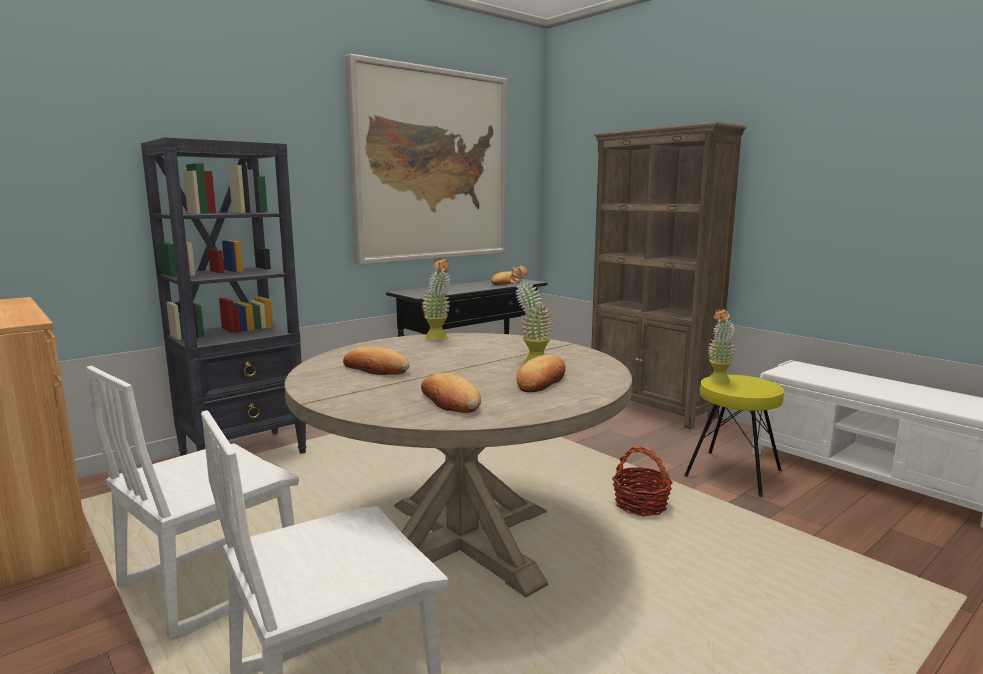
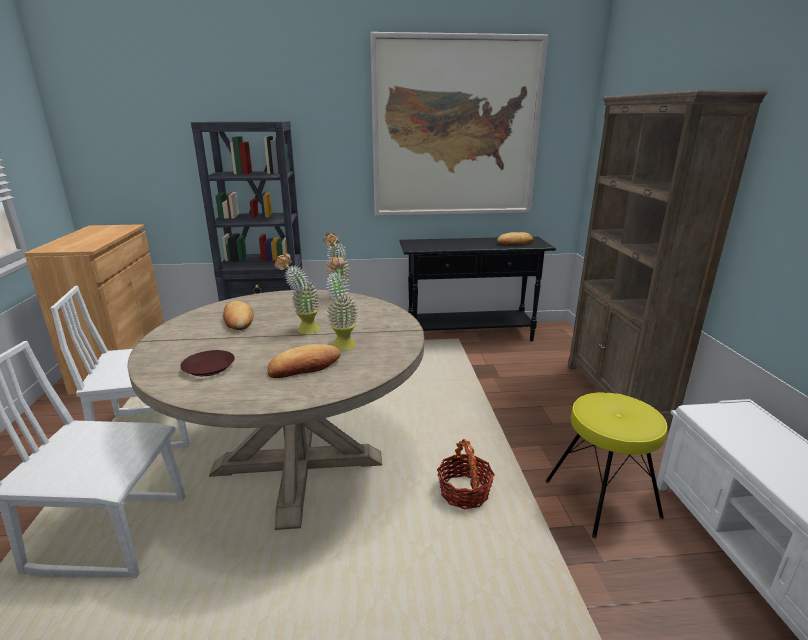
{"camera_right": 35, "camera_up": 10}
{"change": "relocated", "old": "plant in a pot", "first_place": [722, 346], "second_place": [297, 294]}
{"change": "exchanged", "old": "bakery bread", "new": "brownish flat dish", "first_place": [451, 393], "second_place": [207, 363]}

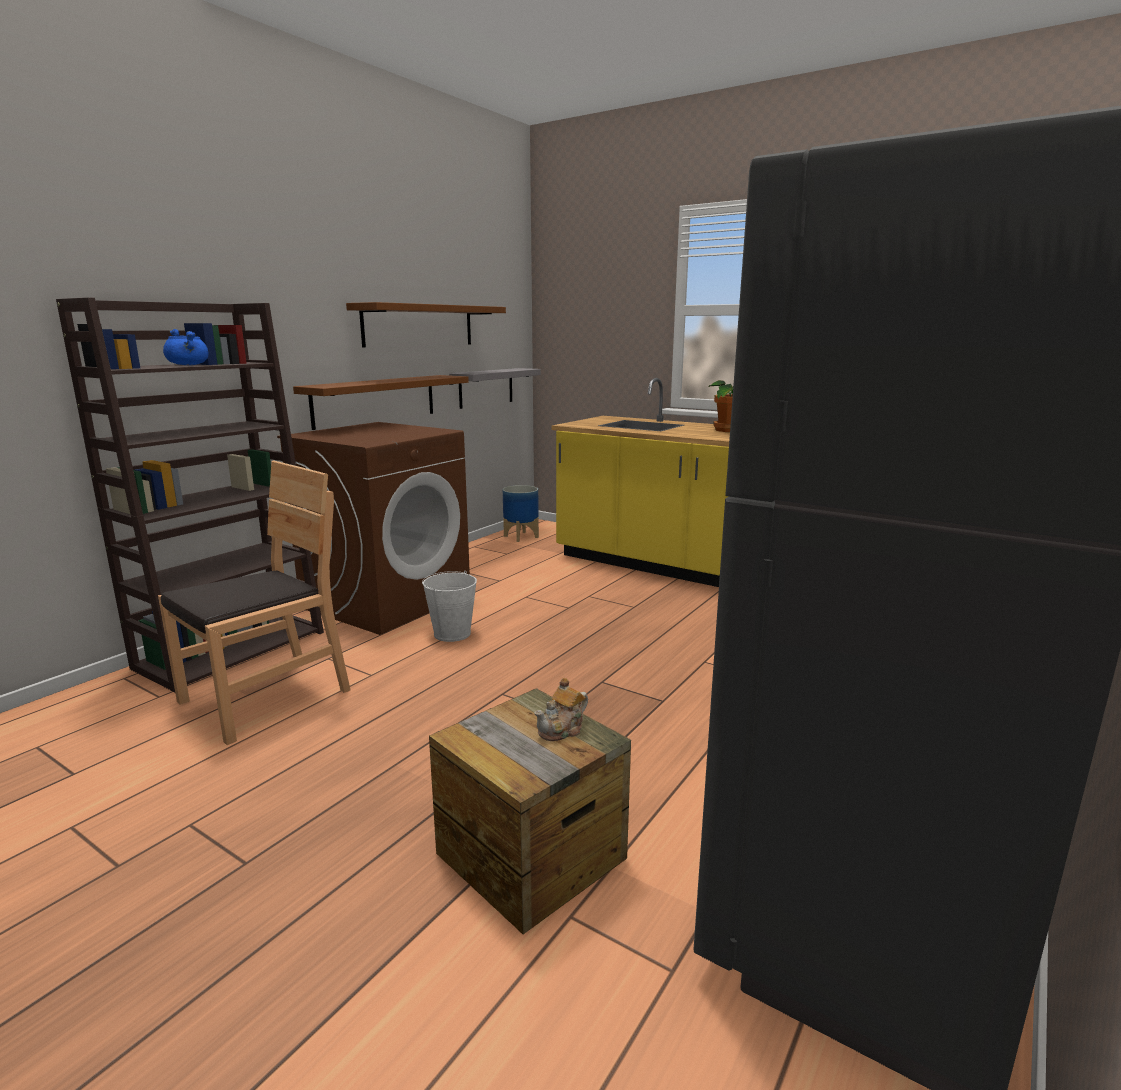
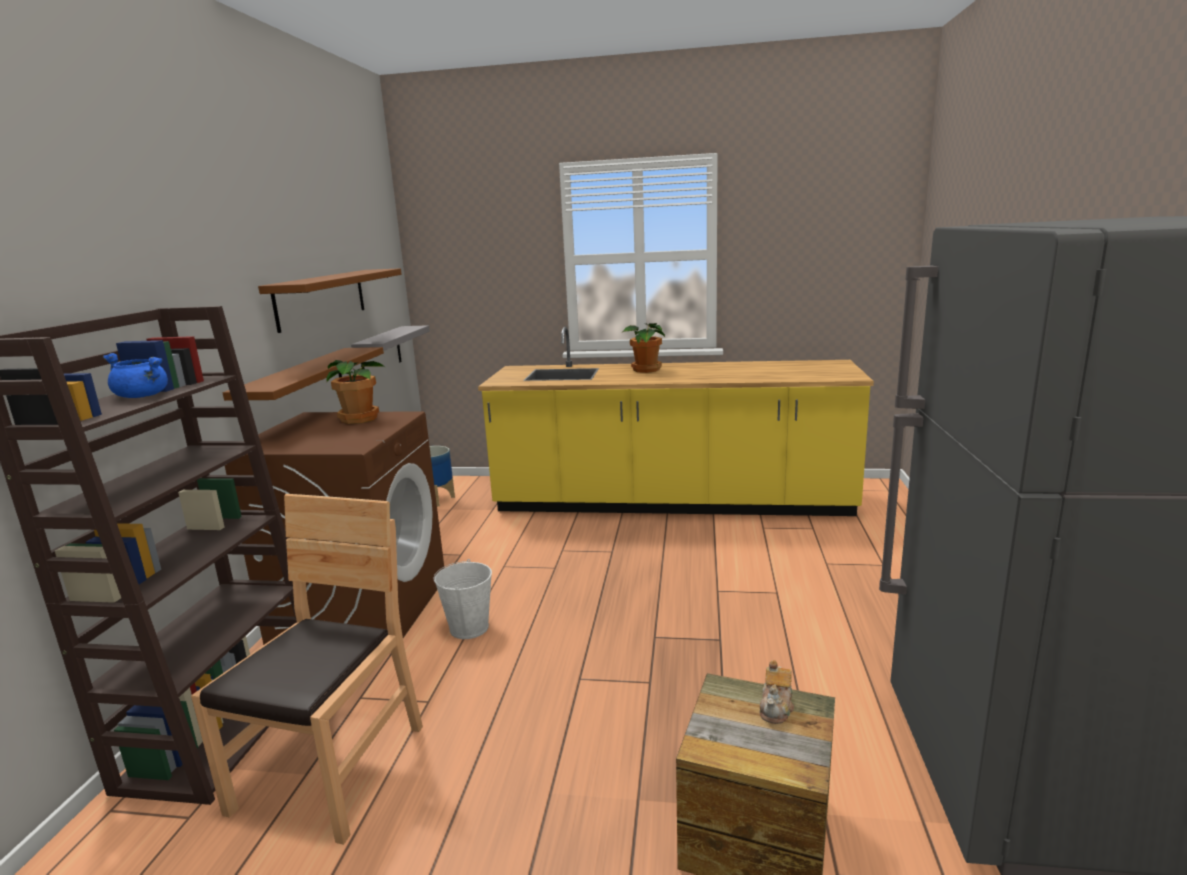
{"camera_right": -25, "camera_up": 0}
{"change": "appeared", "new": "plant in a pot", "second_place": [356, 392]}

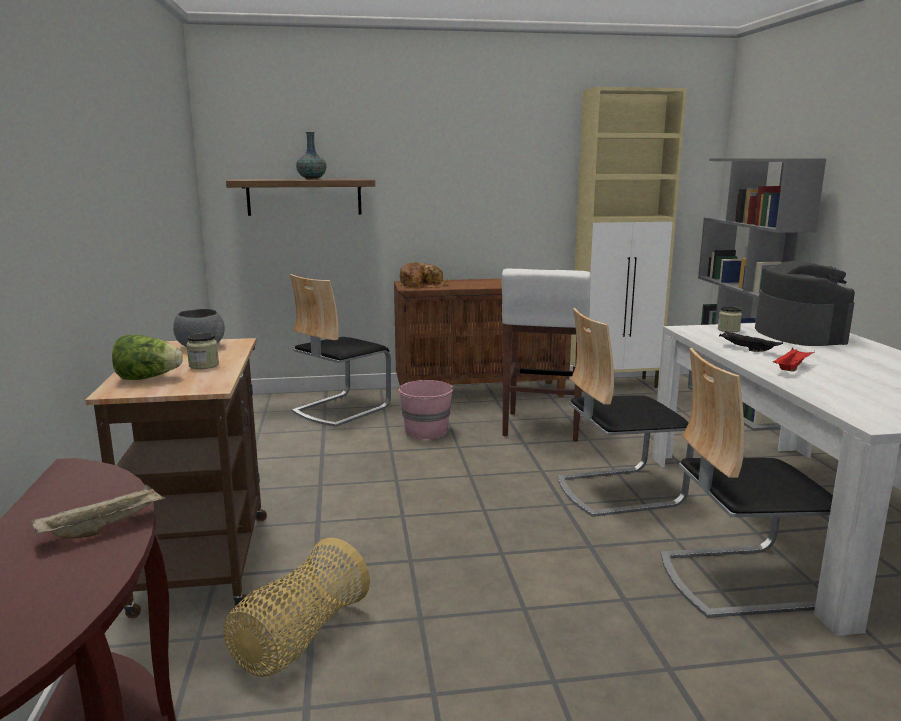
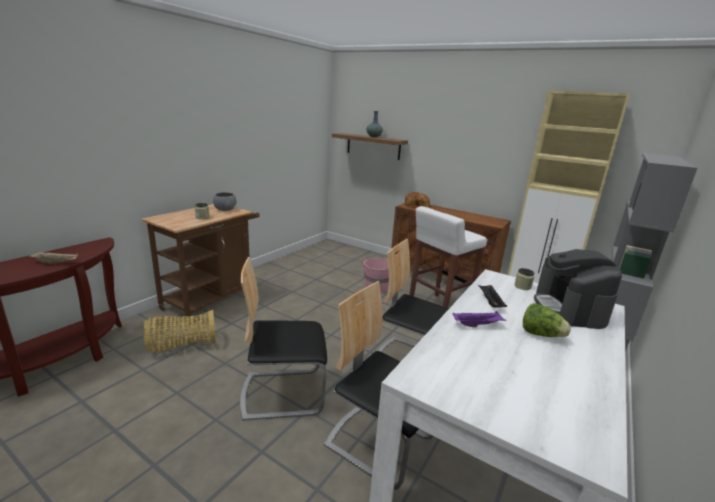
{"camera_right": 40, "camera_up": 5}
{"change": "relocated", "old": "head of lettuce", "first_place": [147, 357], "second_place": [547, 320]}
{"change": "relocated", "old": "chair", "first_place": [340, 350], "second_place": [283, 339]}
{"change": "colour", "old": "red-coloured serving tray", "new": "purplish serving tray", "first_place": [794, 359], "second_place": [480, 319]}
{"change": "spun", "old": "coffee machine", "first_place": [805, 303], "second_place": [578, 289], "degrees": 150}

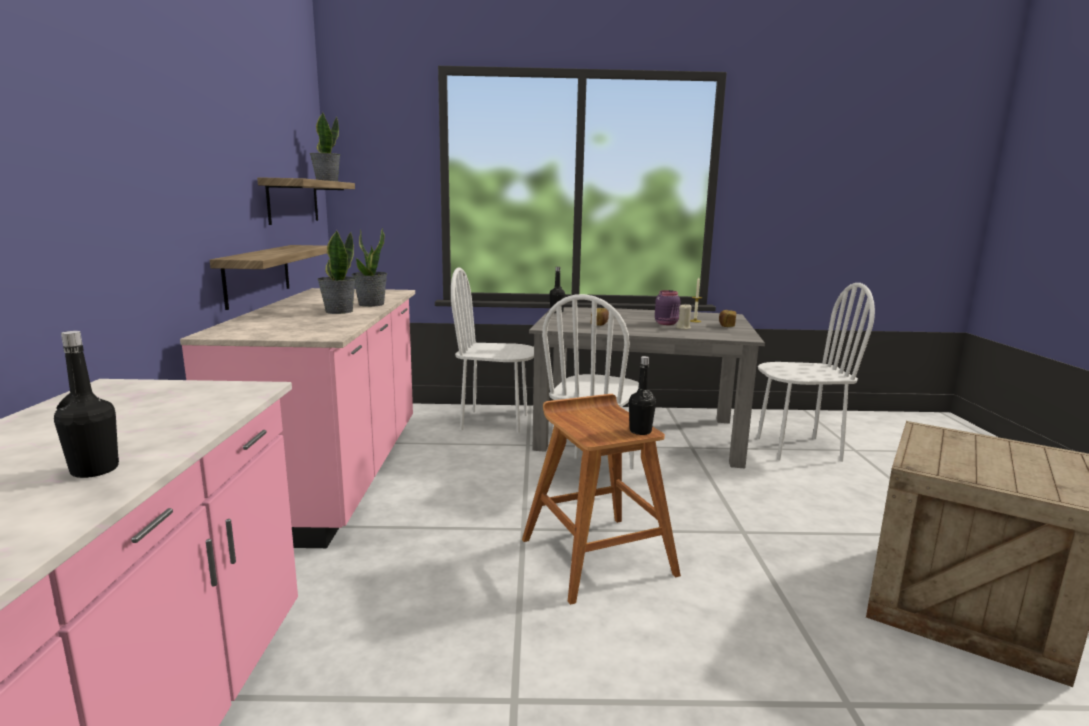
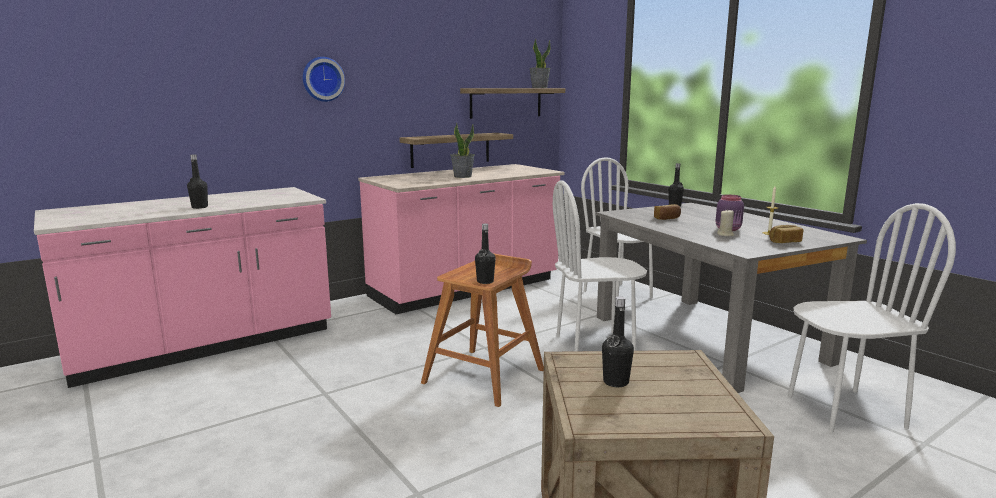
{"camera_right": 55, "camera_up": 0}
{"change": "missing", "old": "plant in a pot", "first_place": [369, 267]}
{"change": "appeared", "new": "clock on the wall", "second_place": [324, 79]}
{"change": "appeared", "new": "blackish drink bottle", "second_place": [618, 341]}
{"change": "spun", "old": "white-coloured chair", "first_place": [816, 372], "second_place": [872, 318], "degrees": -60}

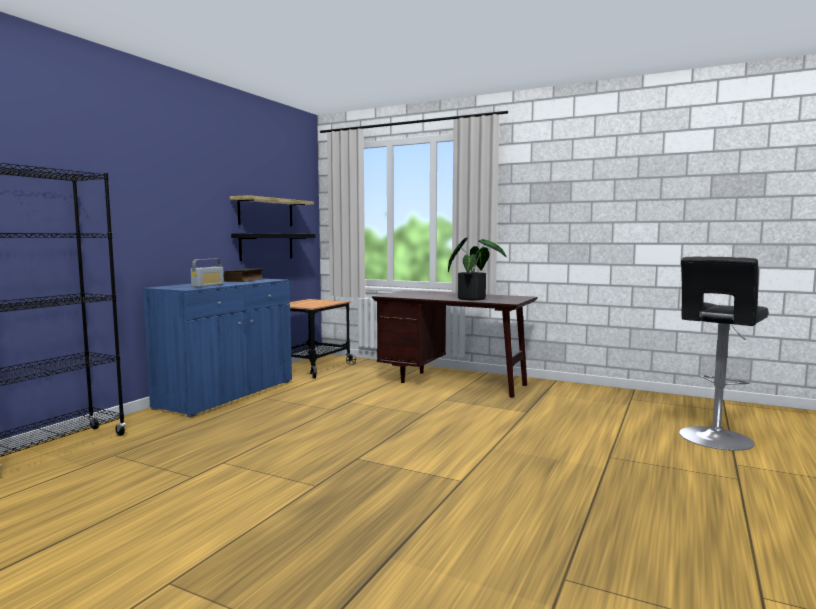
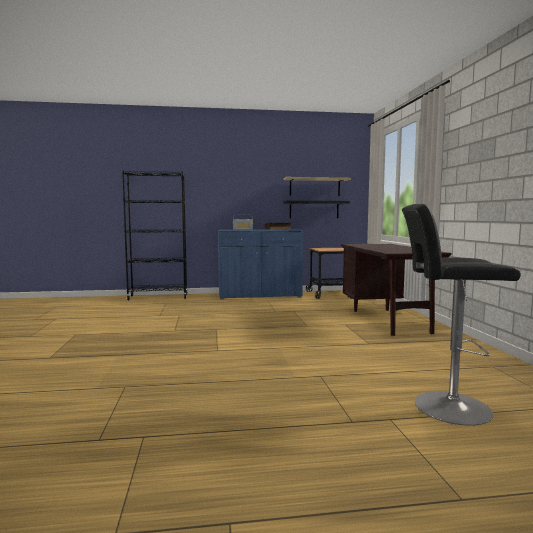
{"camera_right": 55, "camera_up": 0}
{"change": "missing", "old": "plant in a pot", "first_place": [477, 269]}

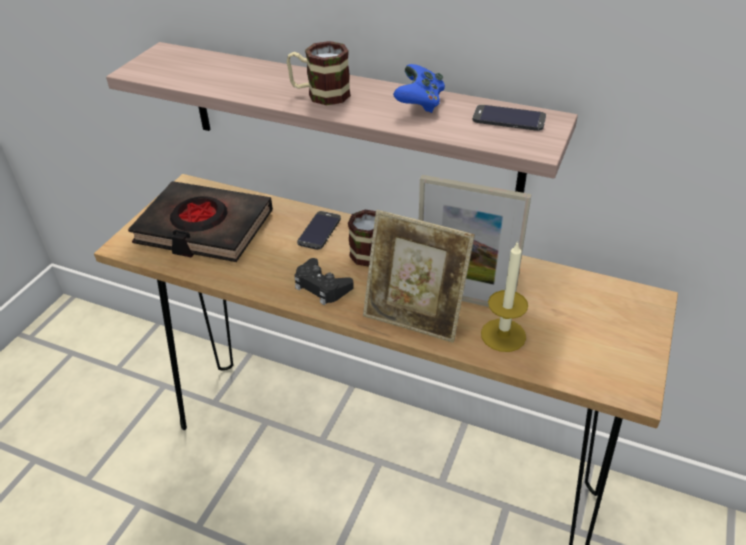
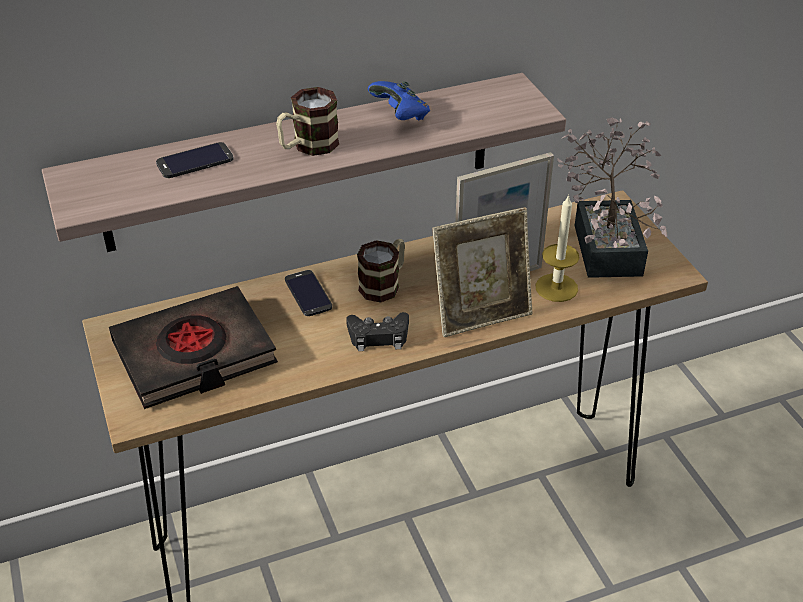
{"camera_right": -45, "camera_up": 0}
{"change": "appeared", "new": "plant in a pot", "second_place": [612, 198]}
{"change": "relocated", "old": "handset", "first_place": [509, 118], "second_place": [195, 160]}

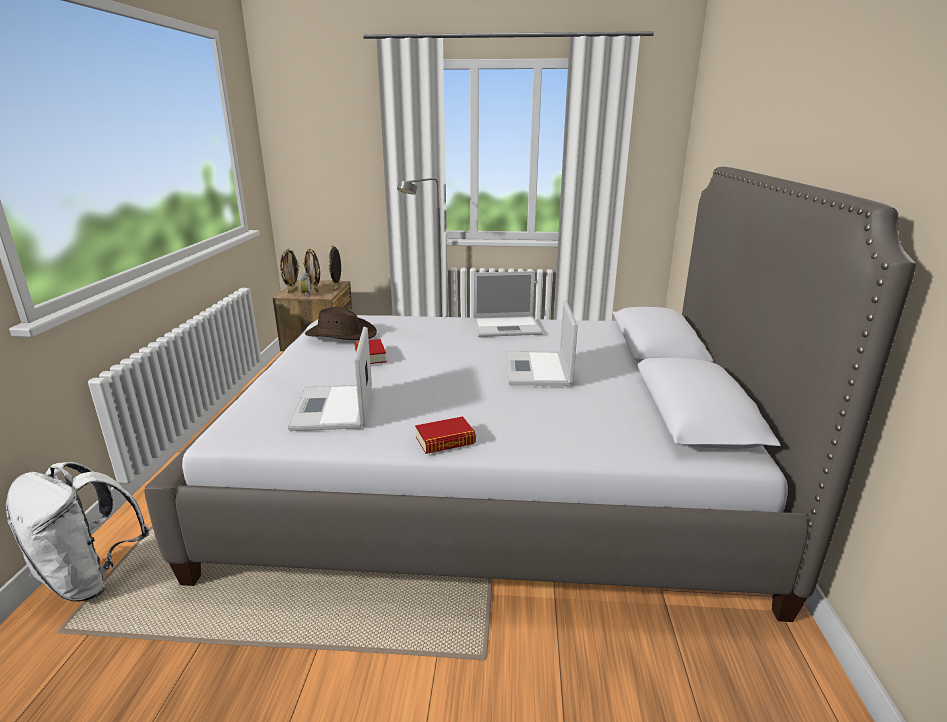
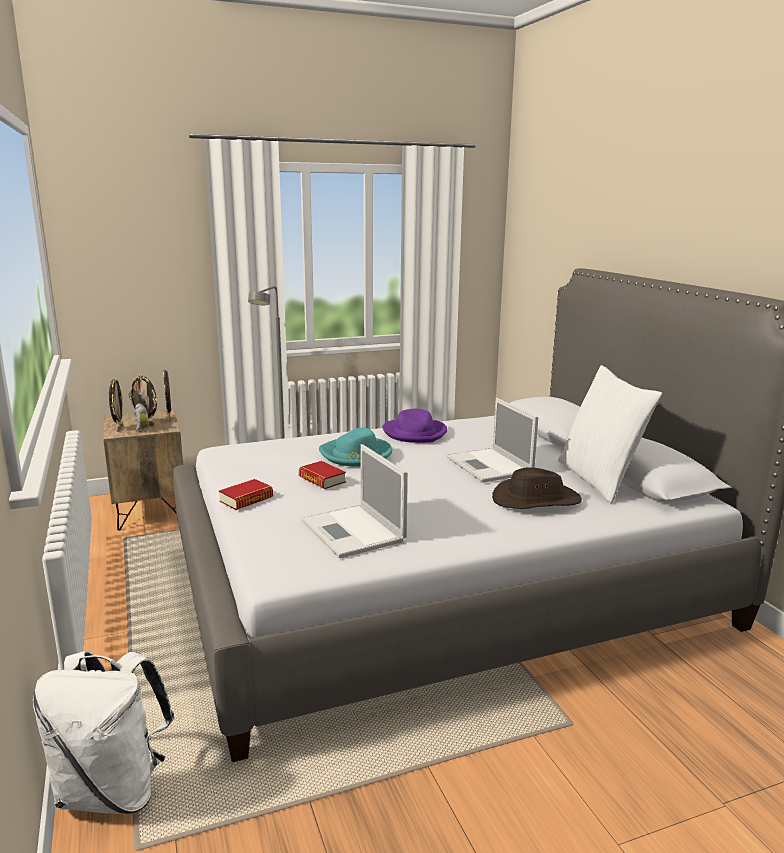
{"camera_right": -25, "camera_up": -5}
{"change": "appeared", "new": "turquoise-coloured wearable hat", "second_place": [355, 447]}
{"change": "appeared", "new": "white-coloured throw pillow", "second_place": [610, 434]}
{"change": "relocated", "old": "brownish wearable hat", "first_place": [341, 323], "second_place": [537, 488]}
{"change": "relocated", "old": "bound book", "first_place": [445, 435], "second_place": [246, 494]}
{"change": "exchanged", "old": "portable computer", "new": "purplish wearable hat", "first_place": [508, 304], "second_place": [414, 426]}

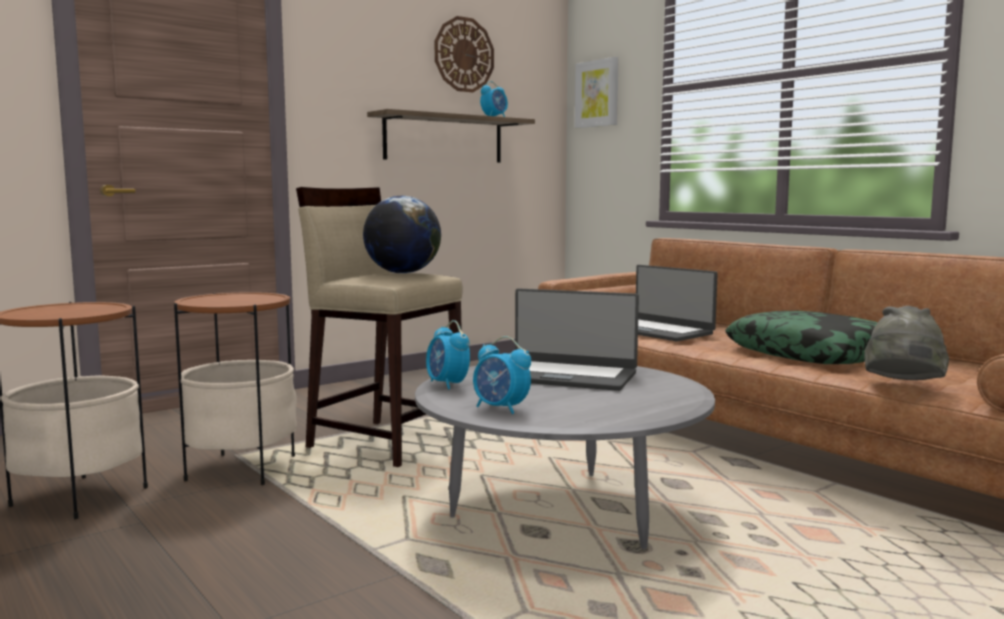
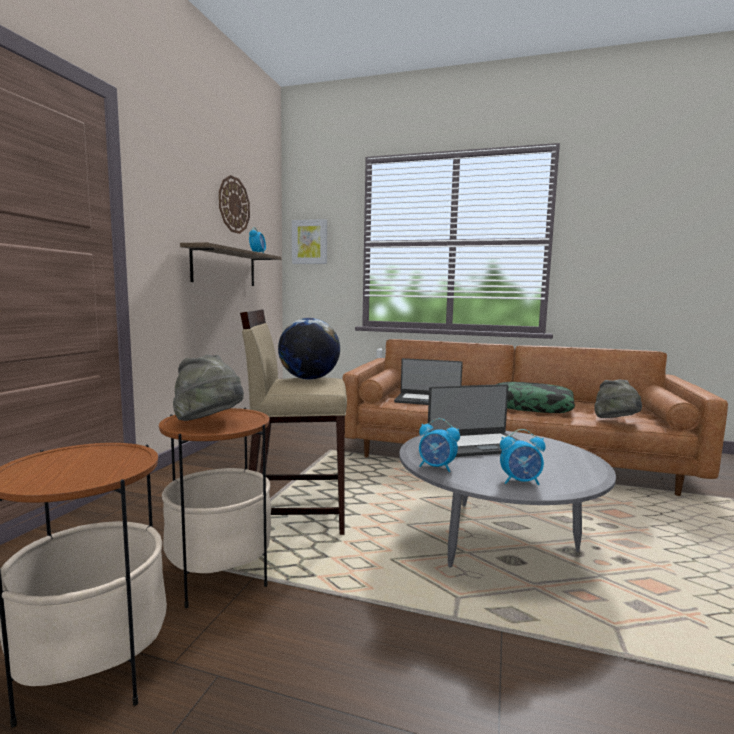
{"camera_right": -35, "camera_up": 0}
{"change": "appeared", "new": "grey wearable hat", "second_place": [208, 388]}

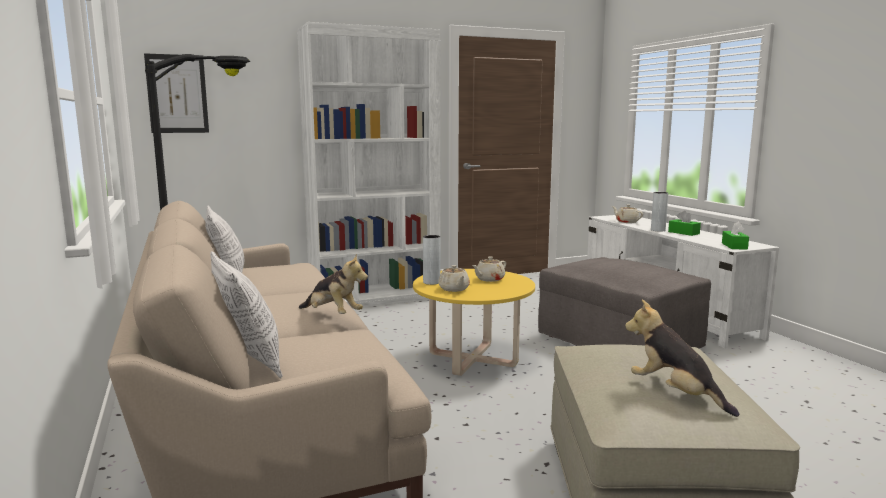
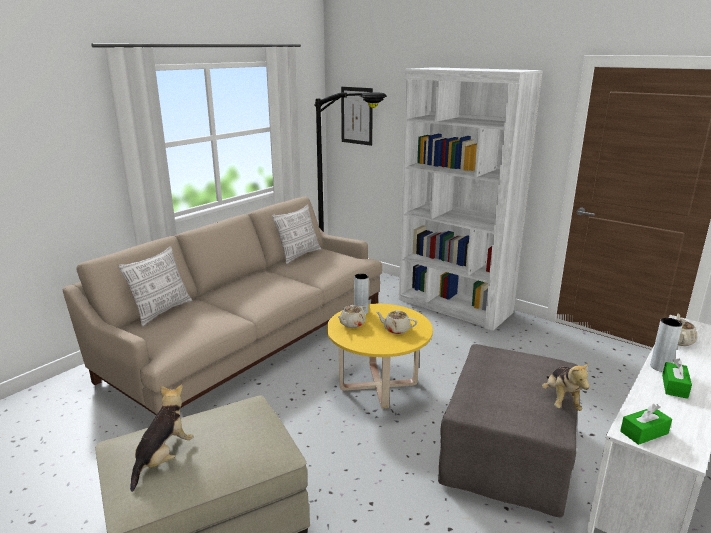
{"camera_right": 60, "camera_up": 10}
{"change": "relocated", "old": "cuddly toy", "first_place": [333, 284], "second_place": [566, 387]}

